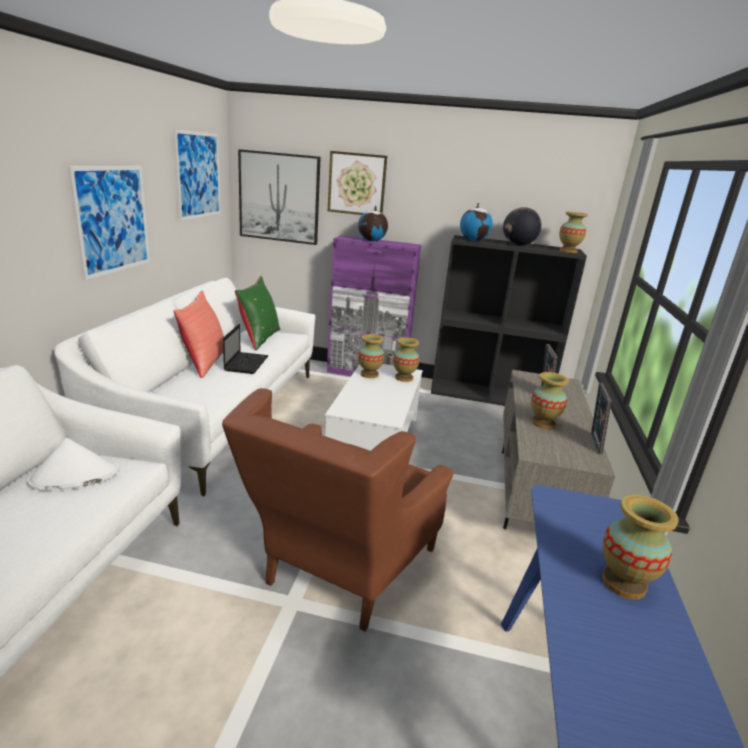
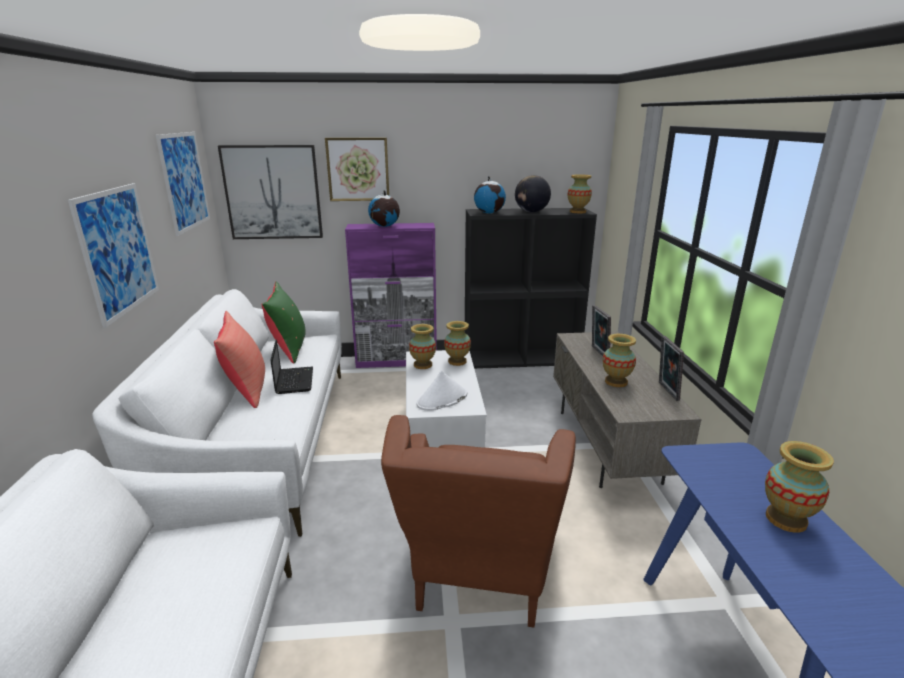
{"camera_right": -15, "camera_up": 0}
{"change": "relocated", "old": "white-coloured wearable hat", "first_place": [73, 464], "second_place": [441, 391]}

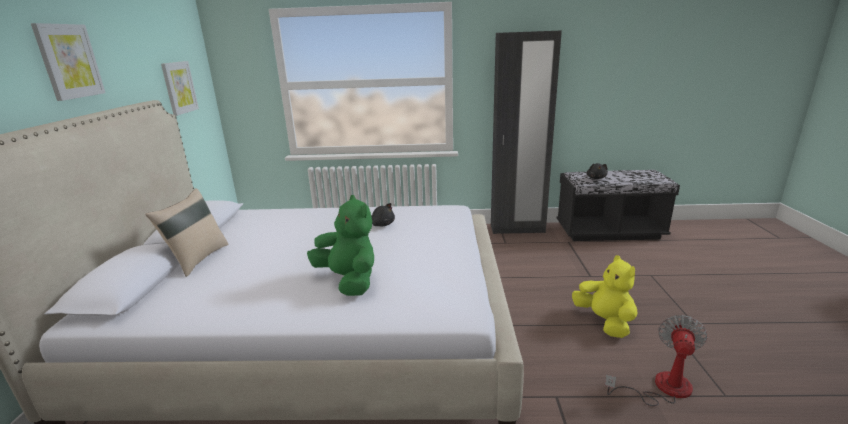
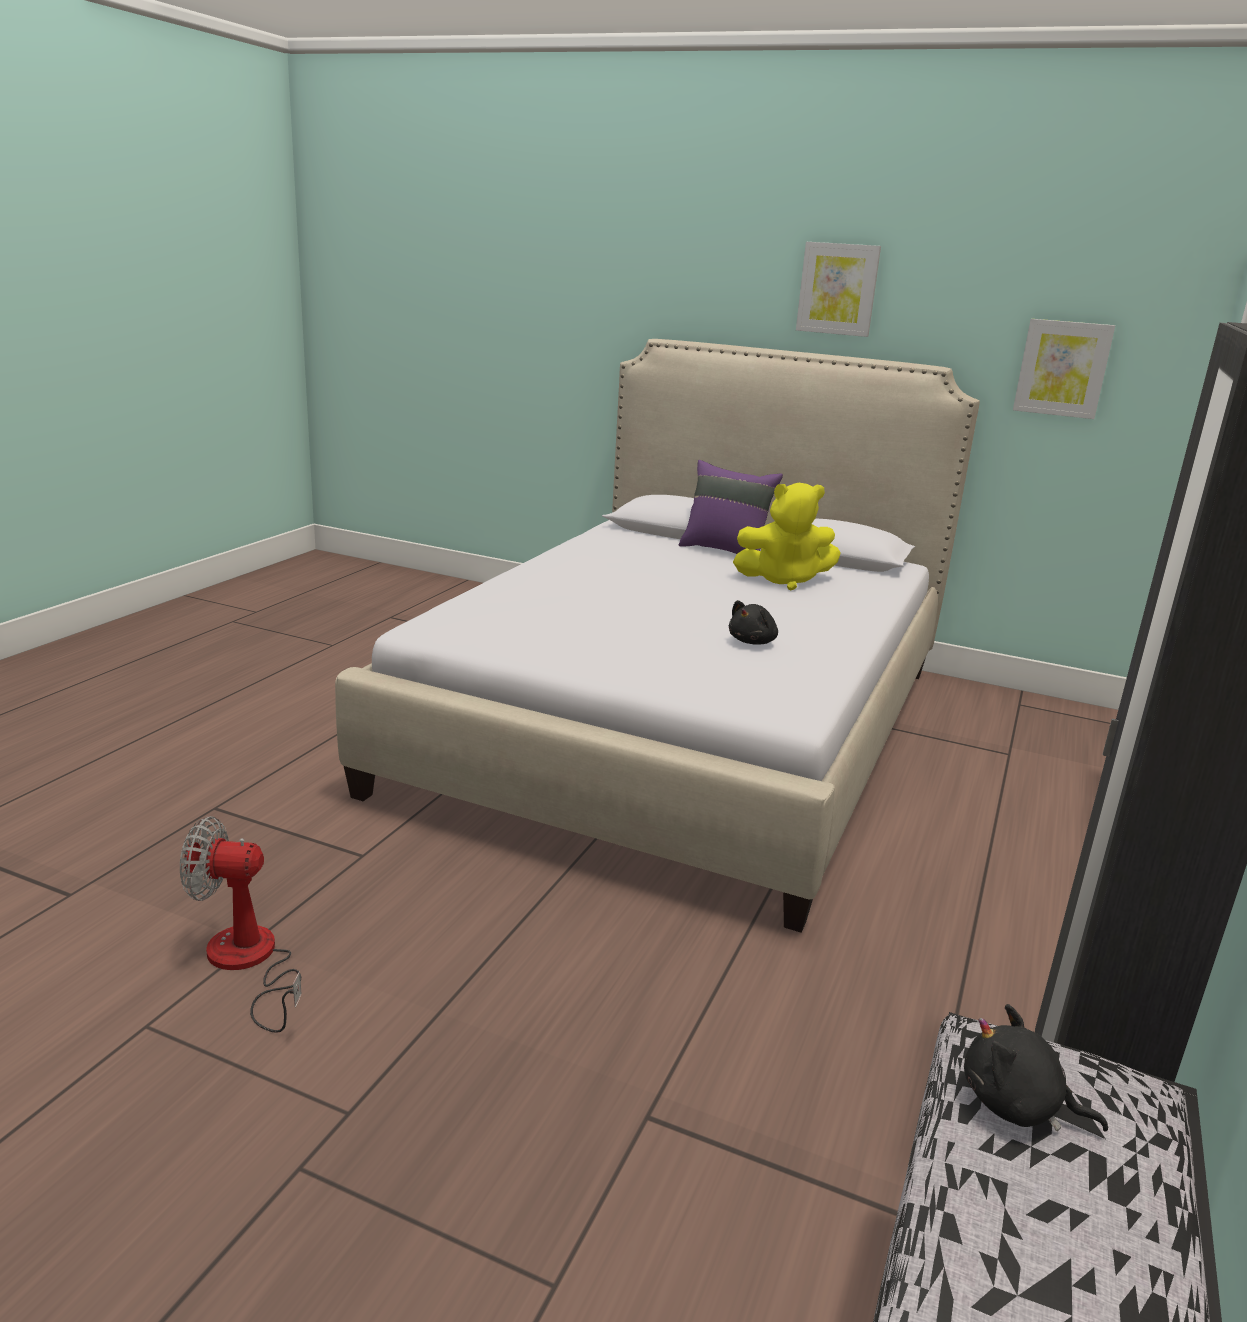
{"camera_right": 110, "camera_up": 0}
{"change": "missing", "old": "green cuddly toy", "first_place": [340, 245]}
{"change": "relocated", "old": "yellowish cuddly toy", "first_place": [604, 296], "second_place": [787, 536]}
{"change": "colour", "old": "sand-coloured throw pillow", "new": "purplish throw pillow", "first_place": [186, 232], "second_place": [731, 507]}
{"change": "spun", "old": "fan", "first_place": [656, 360], "second_place": [241, 924], "degrees": 135}

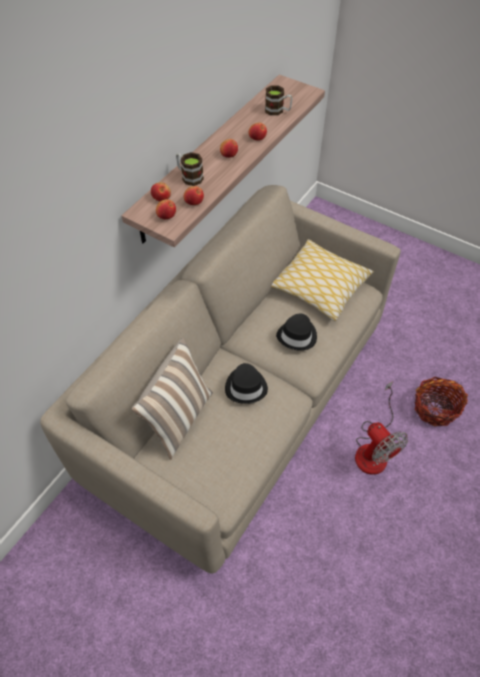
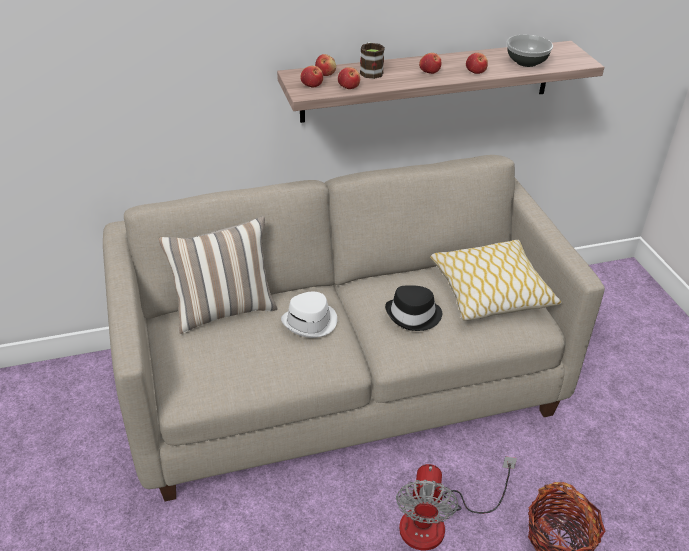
{"camera_right": 40, "camera_up": -15}
{"change": "exchanged", "old": "mug", "new": "bowl", "first_place": [278, 100], "second_place": [530, 51]}
{"change": "colour", "old": "blackish wearable hat", "new": "white-coloured wearable hat", "first_place": [246, 383], "second_place": [309, 315]}

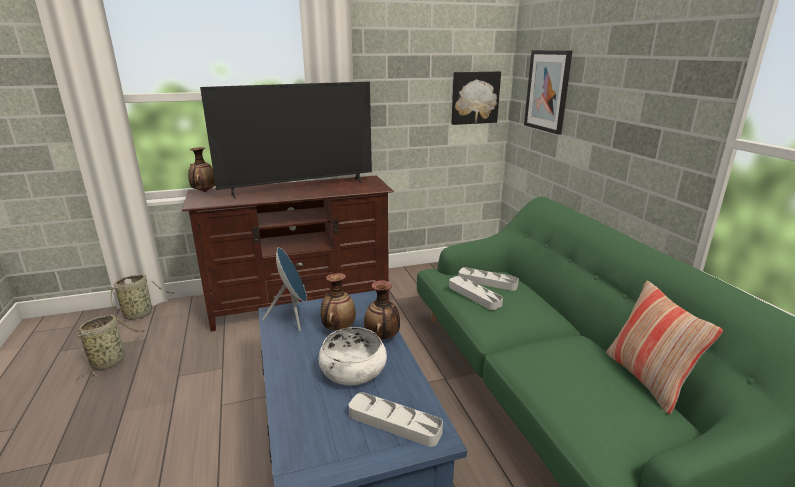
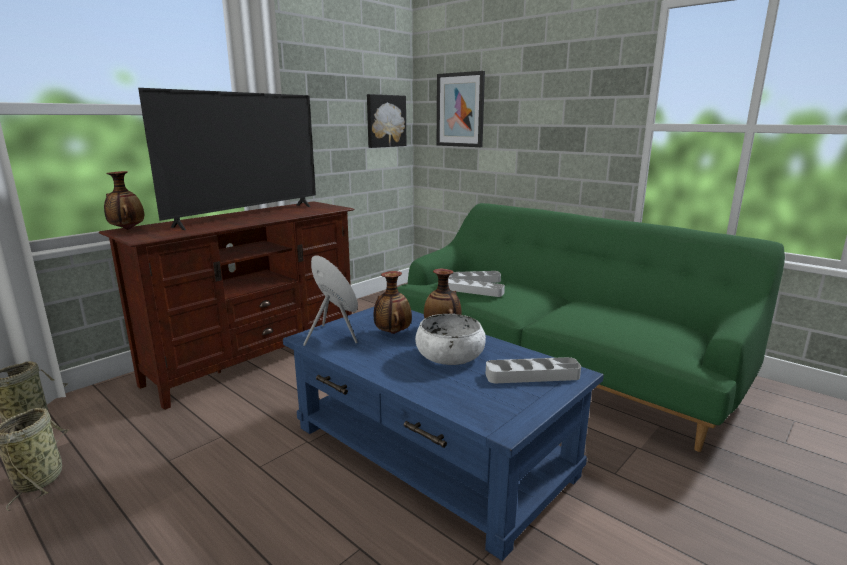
{"camera_right": -30, "camera_up": -5}
{"change": "missing", "old": "throw pillow", "first_place": [664, 347]}

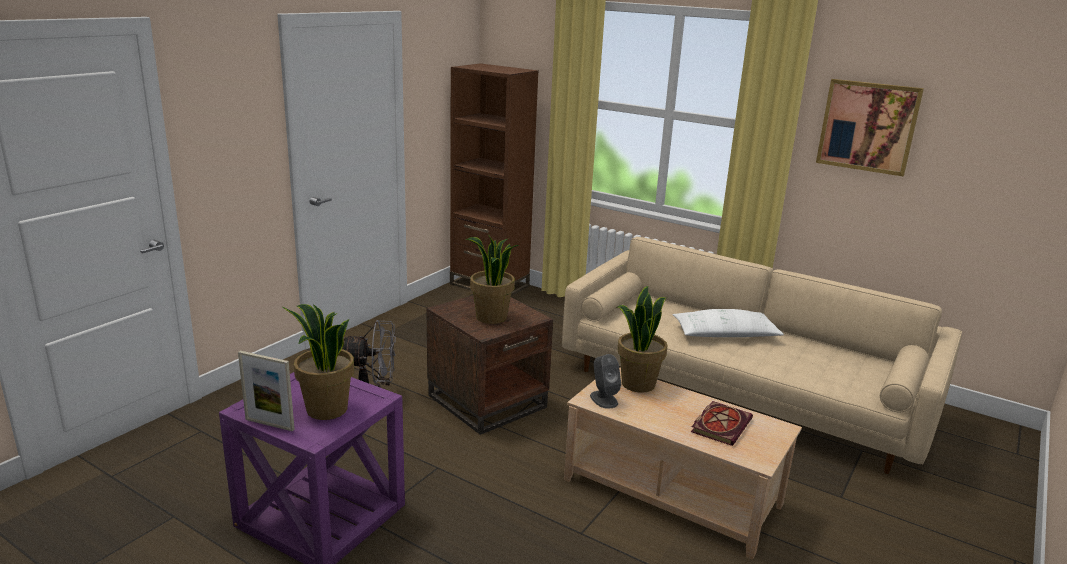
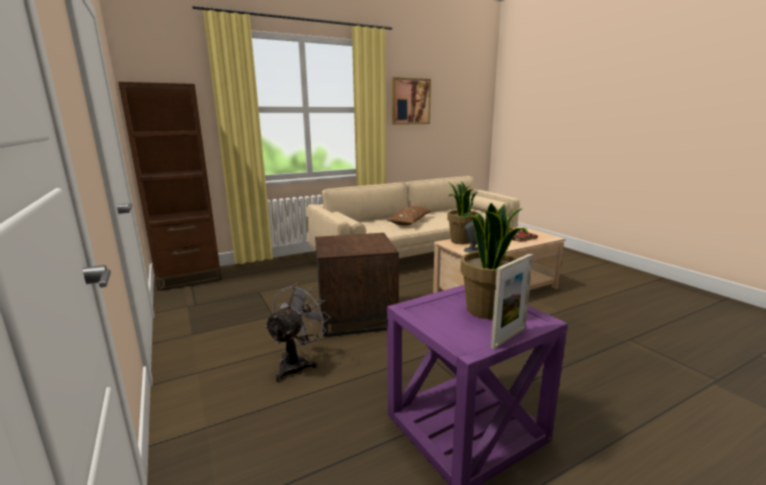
{"camera_right": -60, "camera_up": -5}
{"change": "missing", "old": "plant in a pot", "first_place": [492, 279]}
{"change": "colour", "old": "white-coloured throw pillow", "new": "brownish throw pillow", "first_place": [728, 323], "second_place": [409, 216]}

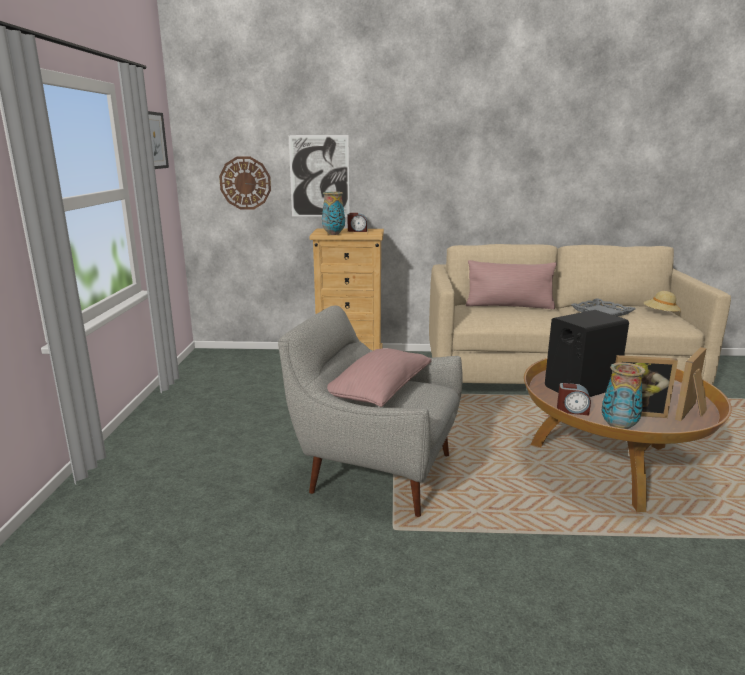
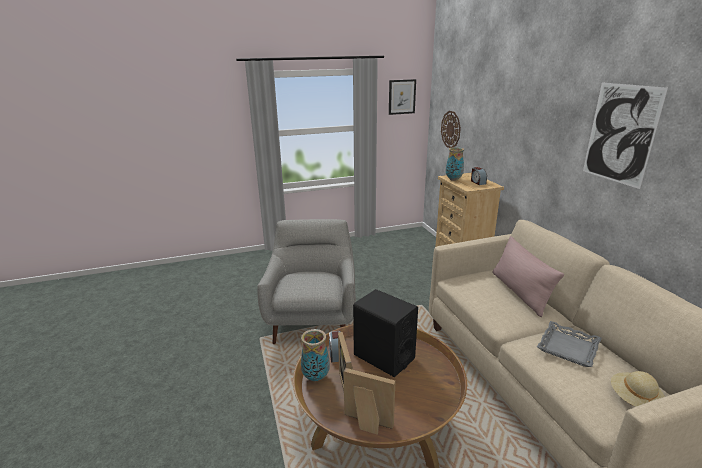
{"camera_right": 70, "camera_up": 5}
{"change": "missing", "old": "pink throw pillow", "first_place": [379, 377]}
{"change": "relocated", "old": "picture", "first_place": [319, 176], "second_place": [625, 135]}

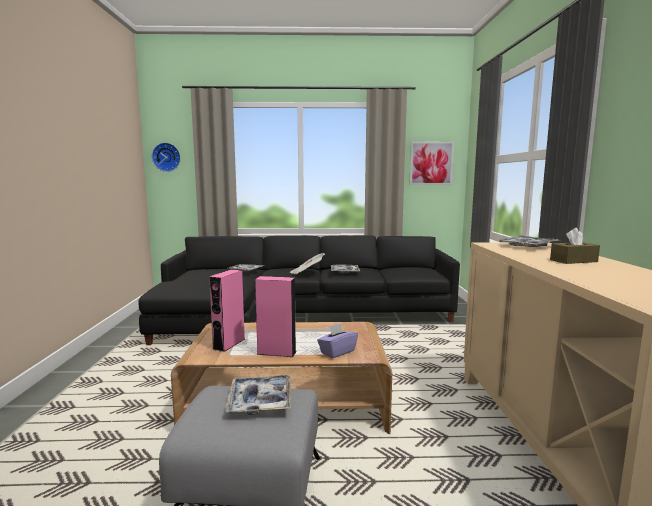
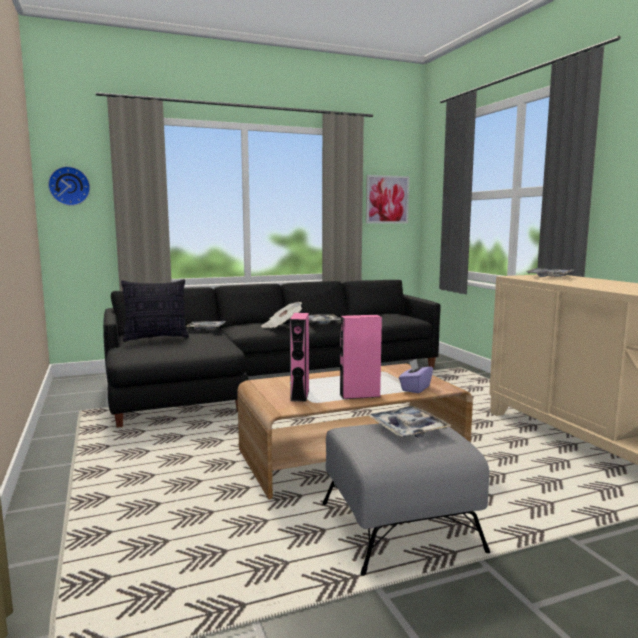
{"camera_right": -20, "camera_up": 0}
{"change": "missing", "old": "brownish box of tissues", "first_place": [575, 246]}
{"change": "appeared", "new": "throw pillow", "second_place": [155, 310]}

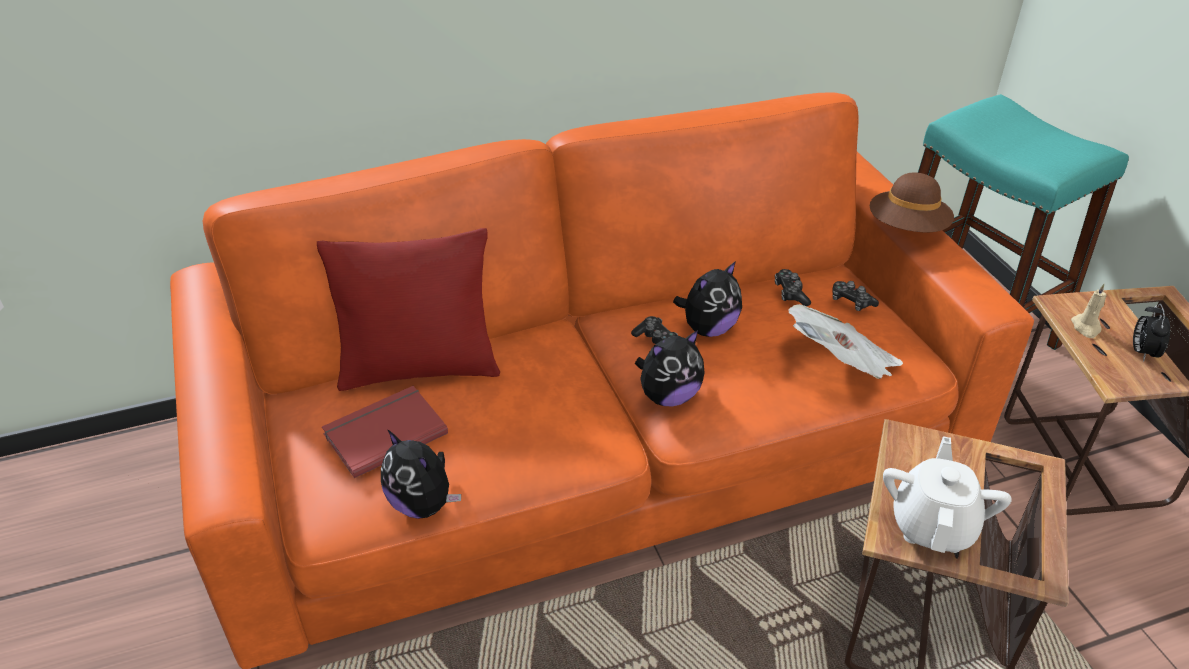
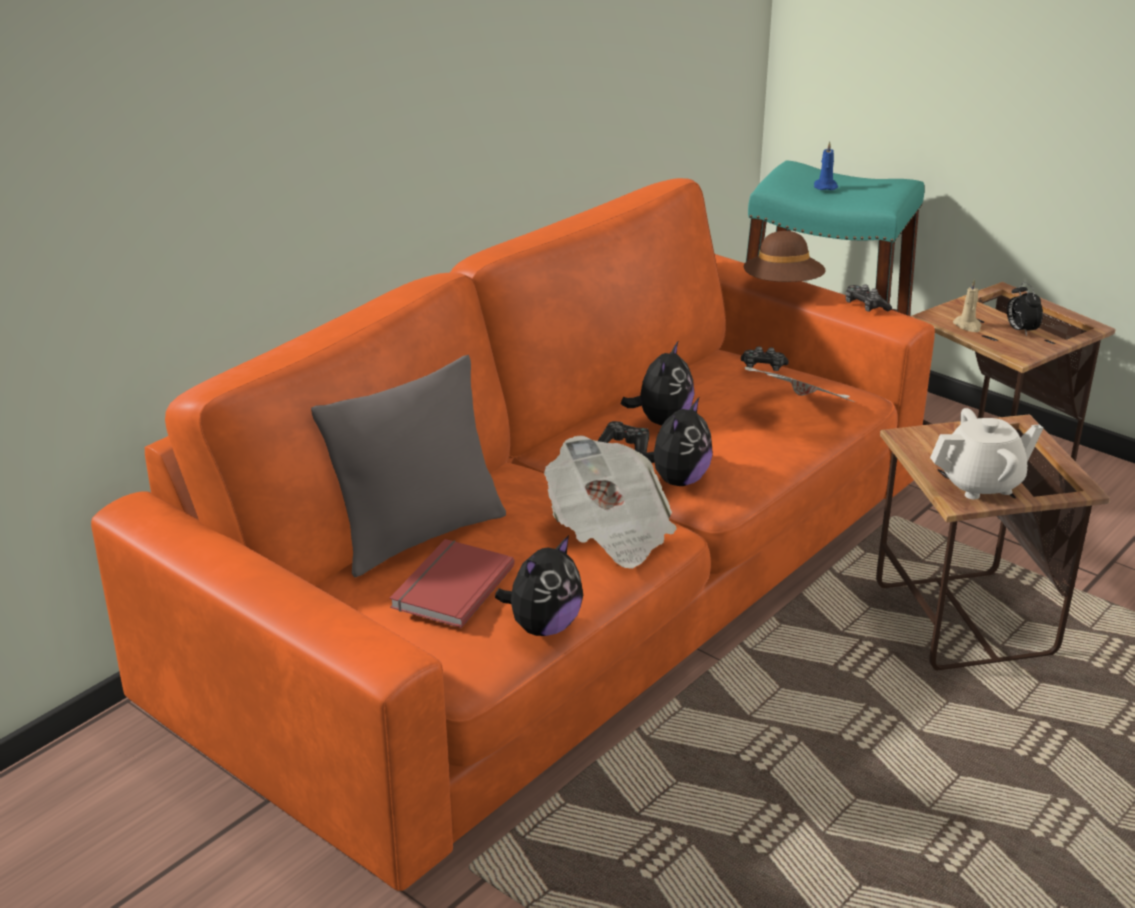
{"camera_right": -30, "camera_up": -10}
{"change": "appeared", "new": "daily paper", "second_place": [610, 502]}
{"change": "appeared", "new": "bluish wax candle", "second_place": [826, 165]}
{"change": "relocated", "old": "game controller", "first_place": [793, 287], "second_place": [868, 298]}
{"change": "colour", "old": "red-coloured throw pillow", "new": "grey throw pillow", "first_place": [408, 309], "second_place": [408, 466]}
{"change": "spun", "old": "cuddly toy", "first_place": [421, 474], "second_place": [539, 585], "degrees": -60}
{"change": "spun", "old": "white-coloured teapot", "first_place": [947, 494], "second_place": [986, 453], "degrees": 90}

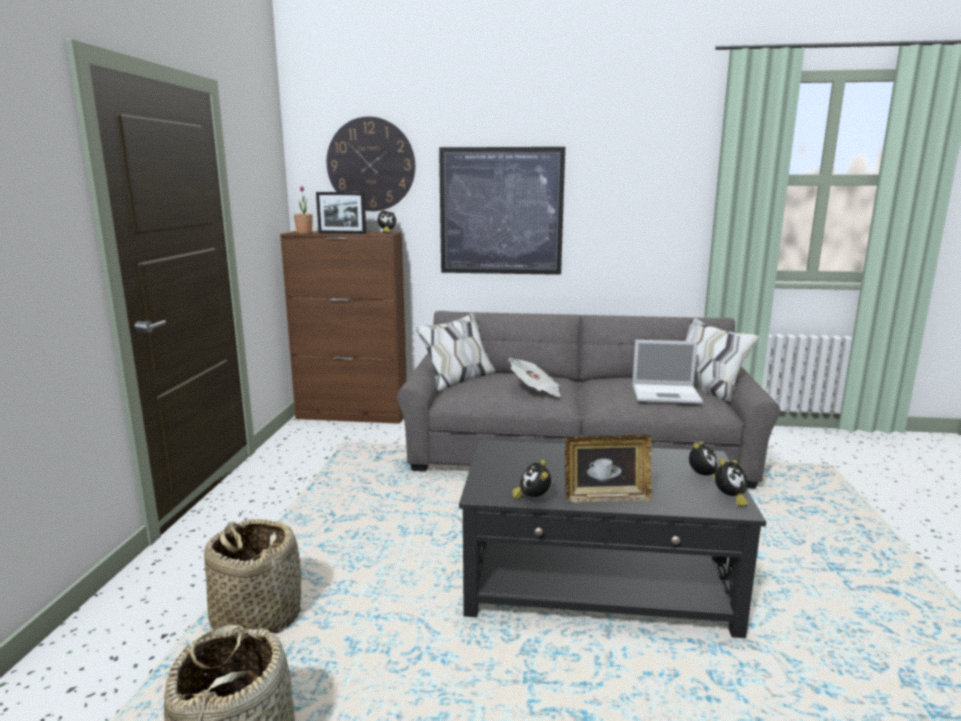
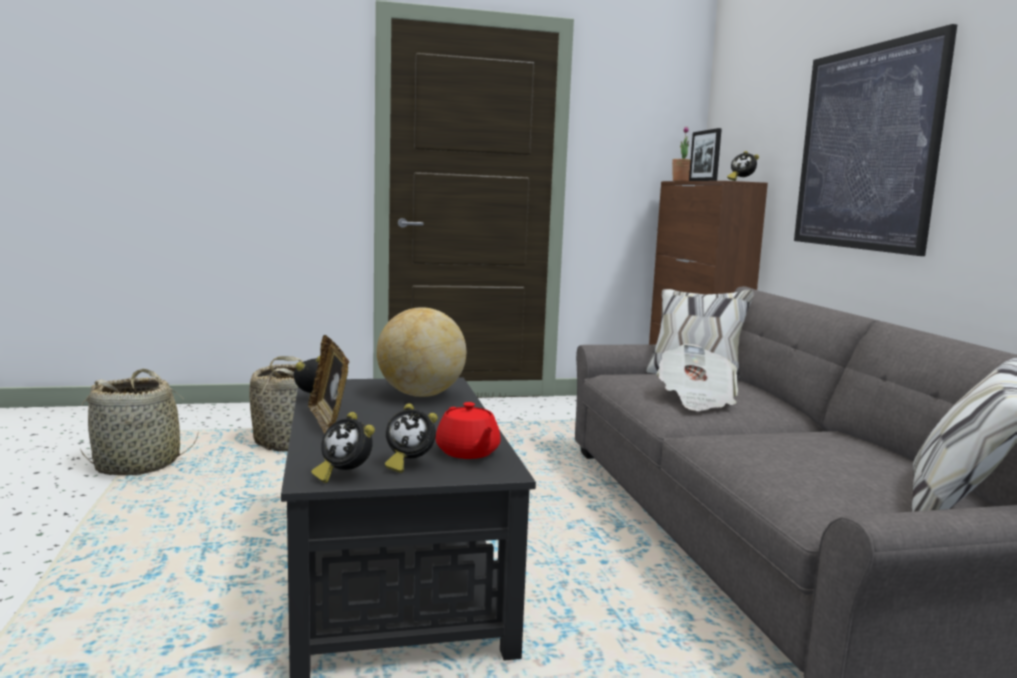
{"camera_right": 70, "camera_up": -5}
{"change": "missing", "old": "clock on the wall", "first_place": [371, 164]}
{"change": "missing", "old": "portable computer", "first_place": [667, 372]}
{"change": "appeared", "new": "desk globe", "second_place": [421, 352]}
{"change": "appeared", "new": "red-coloured teapot", "second_place": [468, 430]}

